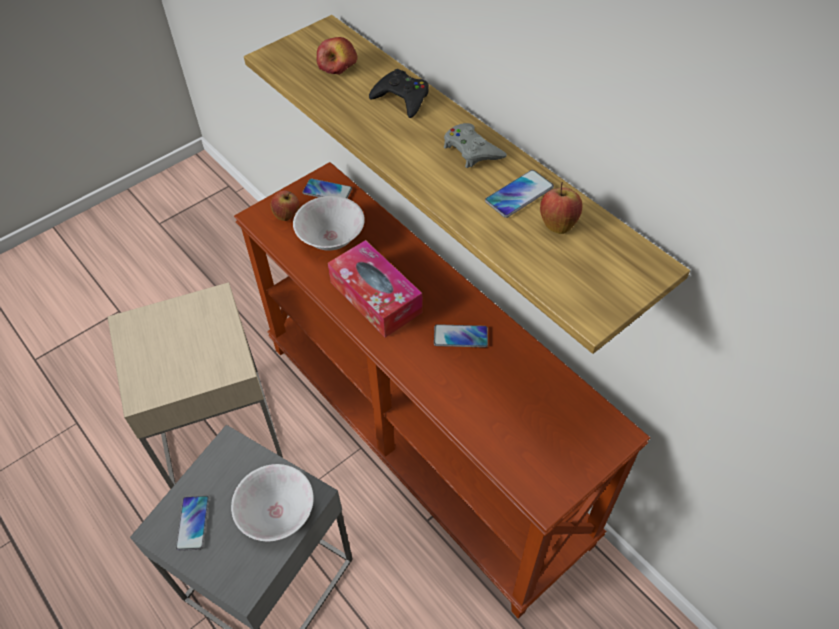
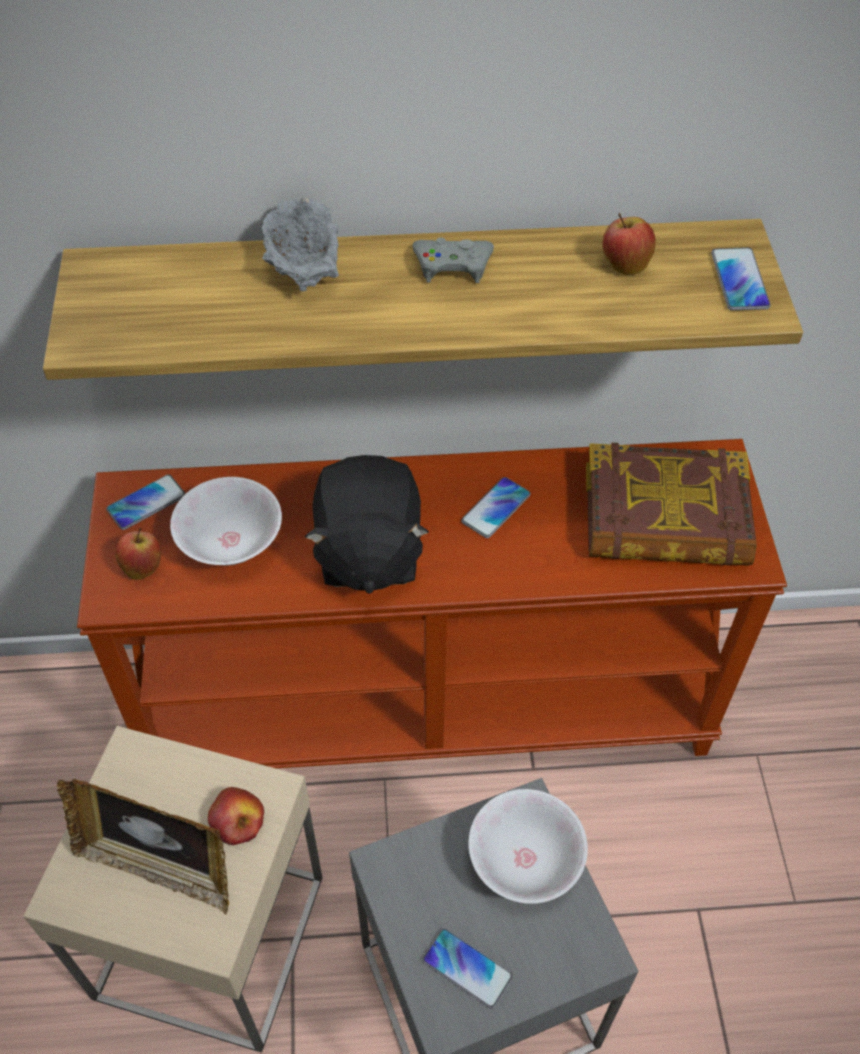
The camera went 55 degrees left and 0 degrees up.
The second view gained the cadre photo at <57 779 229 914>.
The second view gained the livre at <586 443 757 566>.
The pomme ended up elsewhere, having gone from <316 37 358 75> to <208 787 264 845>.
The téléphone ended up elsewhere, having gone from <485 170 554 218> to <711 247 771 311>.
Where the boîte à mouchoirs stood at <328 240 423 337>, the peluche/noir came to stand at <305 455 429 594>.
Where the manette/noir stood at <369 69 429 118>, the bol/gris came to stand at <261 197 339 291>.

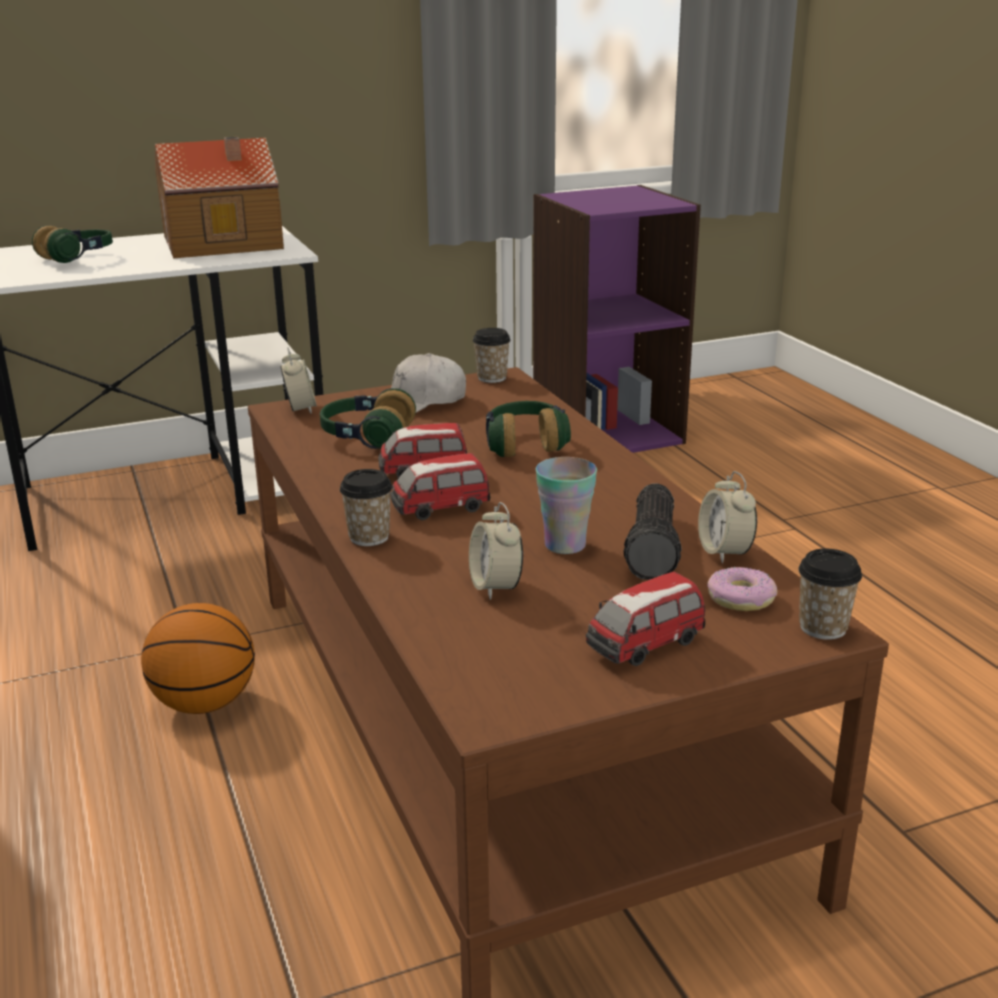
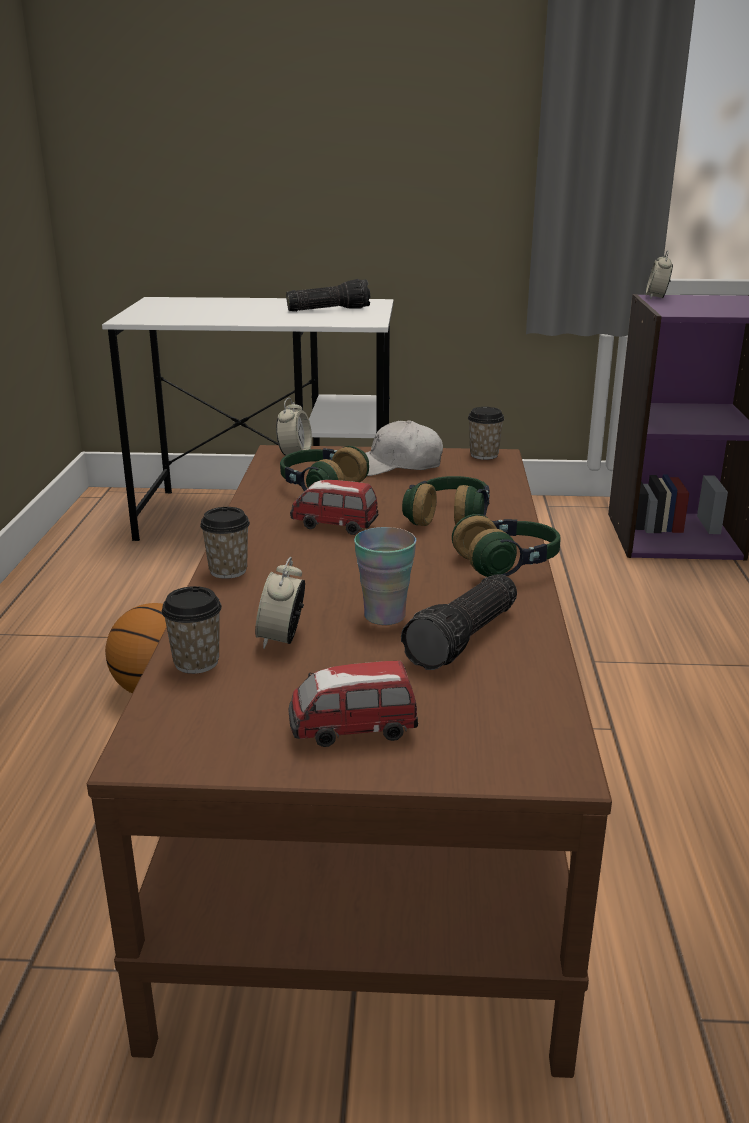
The camera went 25 degrees right and 0 degrees up.
The second view lost the petite voiture at <390 453 490 520>.
The second view lost the beignet at <708 567 777 611>.
The casque audio ended up elsewhere, having gone from <32 226 113 263> to <452 514 561 577>.
The réveil ended up elsewhere, having gone from <698 471 757 563> to <645 250 673 299>.
The tasse ended up elsewhere, having gone from <798 549 862 640> to <162 586 222 674>.
Where the maison miniature stood at <155 137 284 259>, the lampe de poche came to stand at <286 279 370 312>.

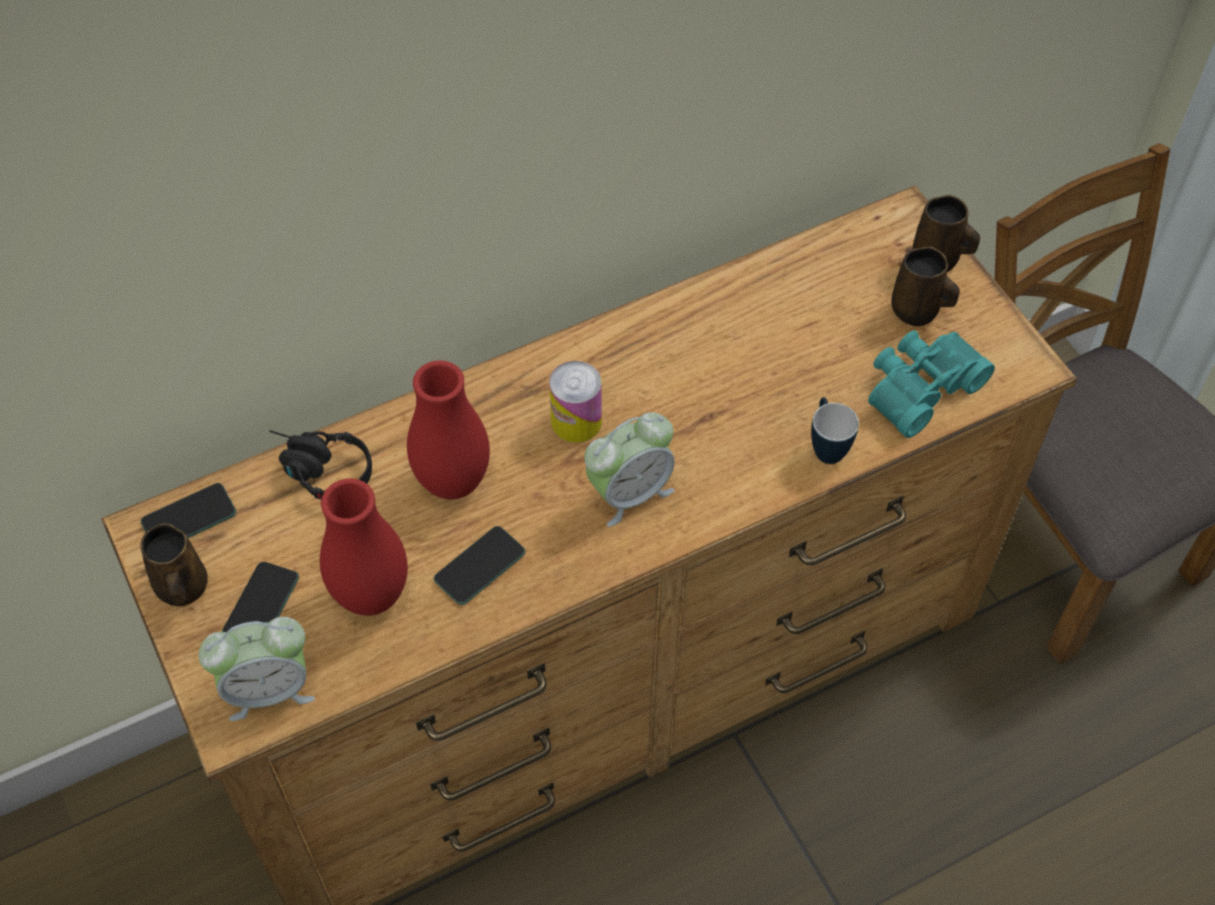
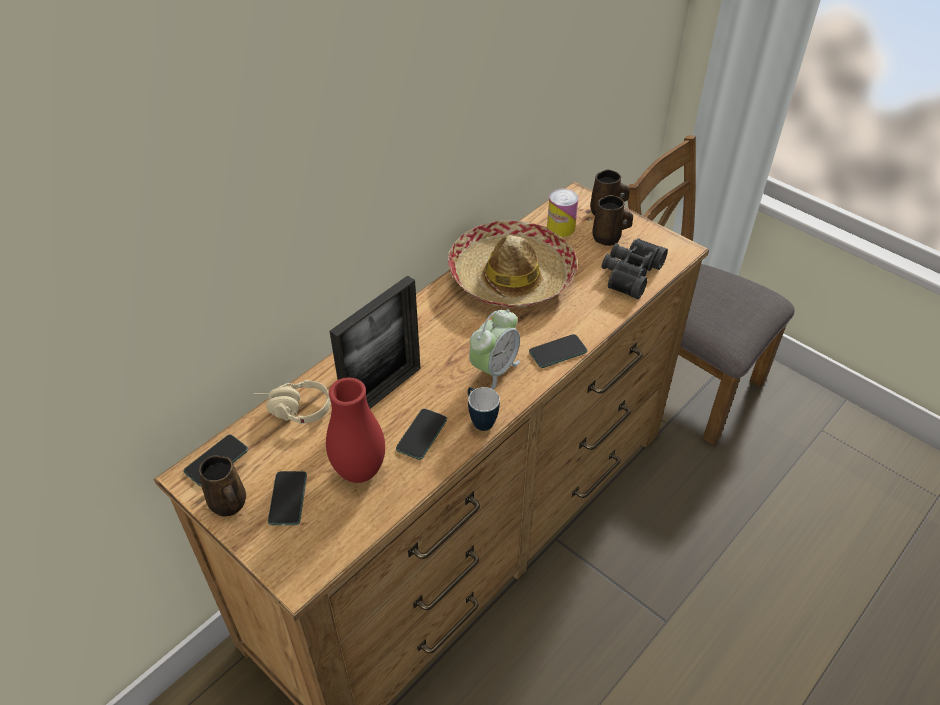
The camera went 20 degrees left and 10 degrees down.
The second view lost the réveil at <198 617 315 721>.
The second view gained the chapeau at <448 220 578 307>.
The second view gained the téléphone at <529 334 587 368>.
The boîte métallique ended up elsewhere, having gone from <549 361 602 443> to <547 189 579 237>.
The mug ended up elsewhere, having gone from <811 397 859 464> to <468 387 500 431>.
Where the vase/rouge stood at <407 360 490 500>, the cadre photo came to stand at <329 275 420 409>.
What was the casque audio/noir at <269 430 372 499> turned into the casque audio/beige at <253 380 330 424>.
What was the jumelles/turquoise at <868 330 995 438> turned into the jumelles/noir at <602 238 668 299>.

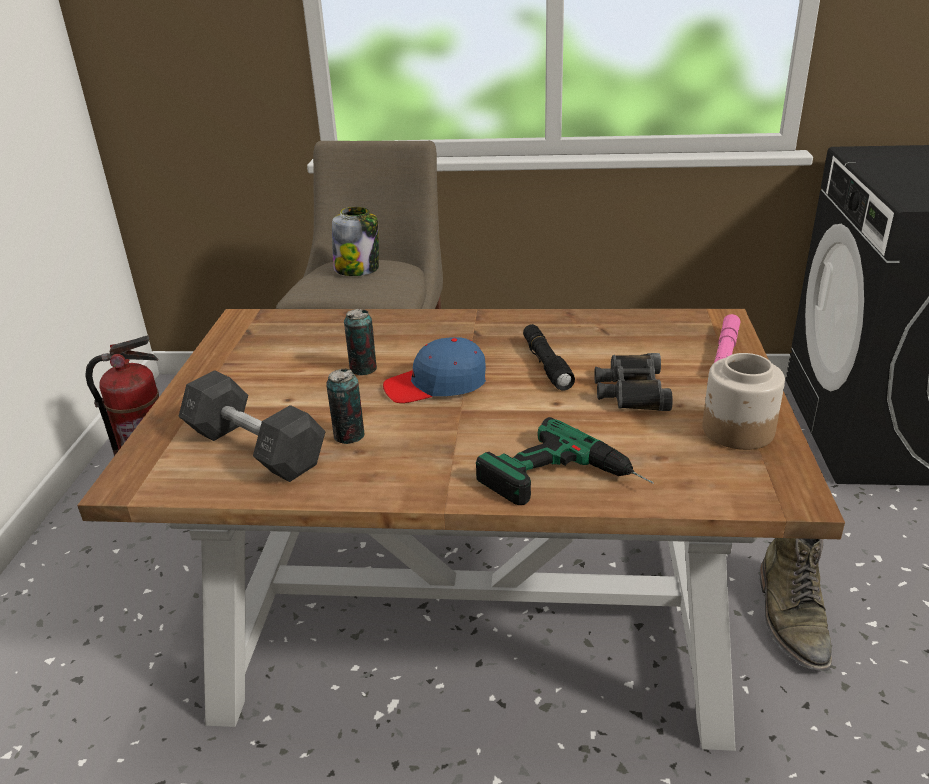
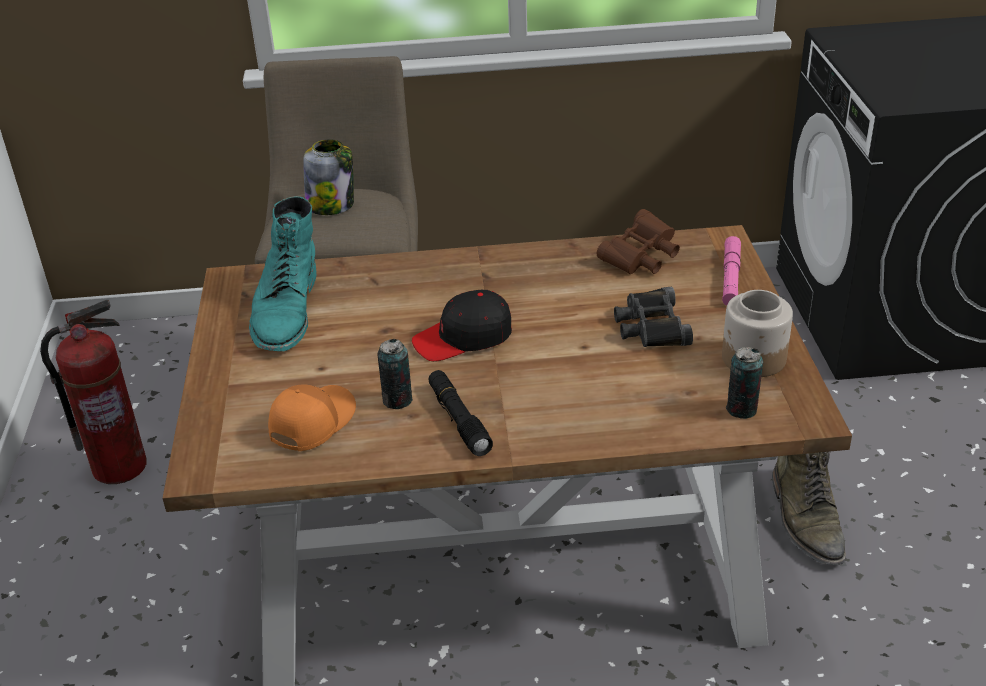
The camera went 10 degrees left and 5 degrees up.
The second view lost the perceuse at <476 417 654 505>.
The second view gained the botte/turquoise at <249 196 317 352>.
The second view gained the jumelles/marron at <597 209 680 274>.
The boîte métallique ended up elsewhere, having gone from <343 309 377 375> to <726 347 763 419>.
The lampe de poche/noir ended up elsewhere, having gone from <523 324 575 391> to <428 370 493 456>.
Where the haltère/gris stood at <178 370 326 482>, the casquette/orange came to stand at <268 385 356 451>.
What was the casquette/bleu at <383 337 486 403> turned into the casquette/noir at <412 290 512 361>.

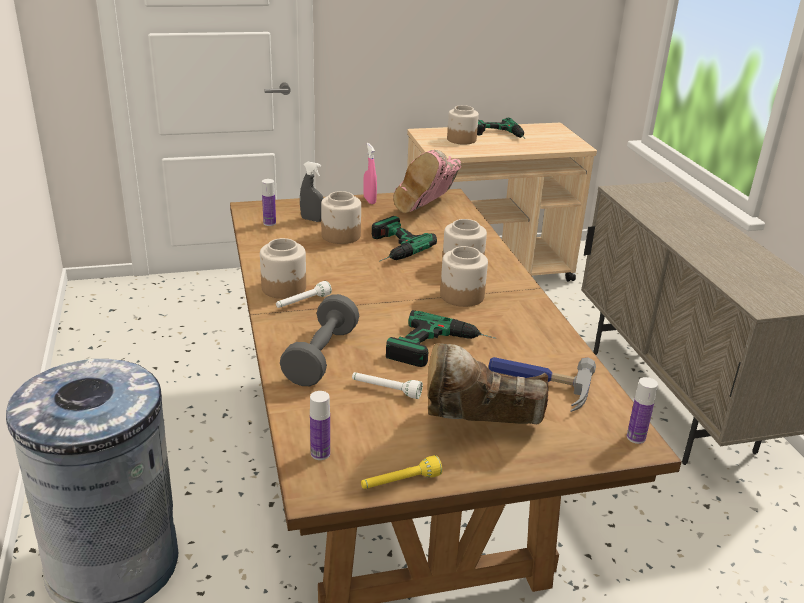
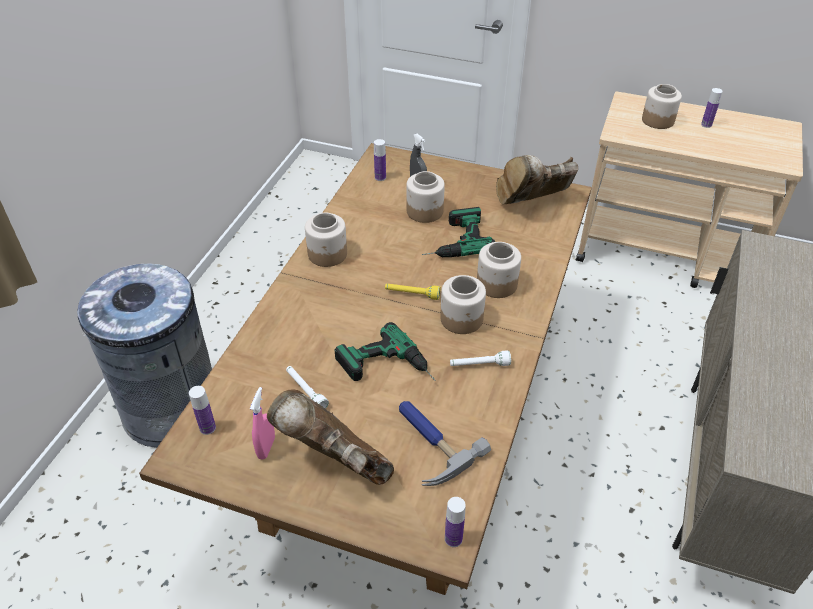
The camera went 35 degrees right and 15 degrees up.
The second view lost the haltère/gris at <280 294 359 386>.
The lampe de poche/blanc ended up elsewhere, having gone from <276 281 332 308> to <450 351 511 366>.
The lampe de poche/jaune ended up elsewhere, having gone from <361 455 442 489> to <385 283 440 300>.
The vaporisateur/rose ended up elsewhere, having gone from <363 143 377 204> to <250 387 275 460>.
Where the perceuse stood at <477 118 526 139>, the bouteille came to stand at <701 88 723 128>.
What was the botte/rose at <393 150 462 213> turned into the botte/marron at <496 155 578 205>.

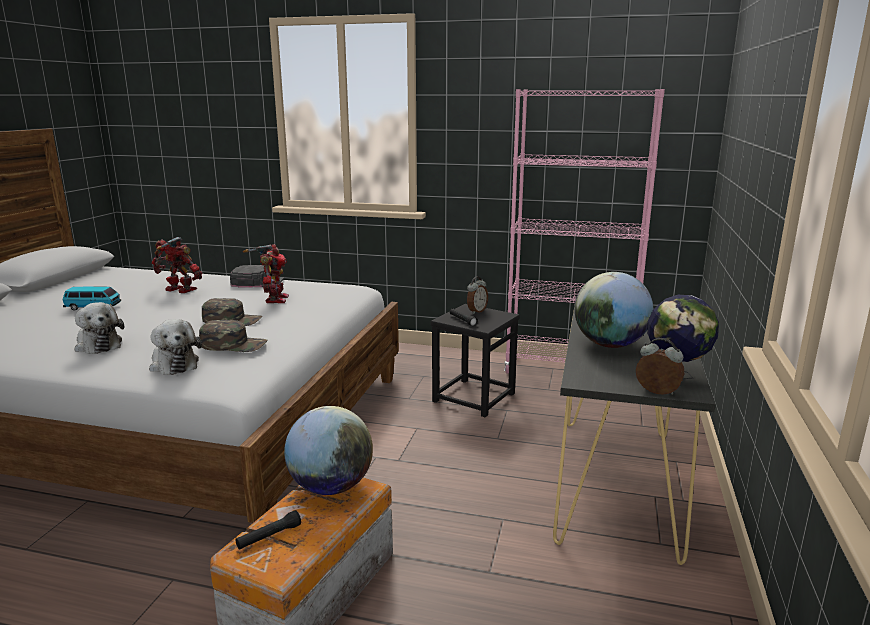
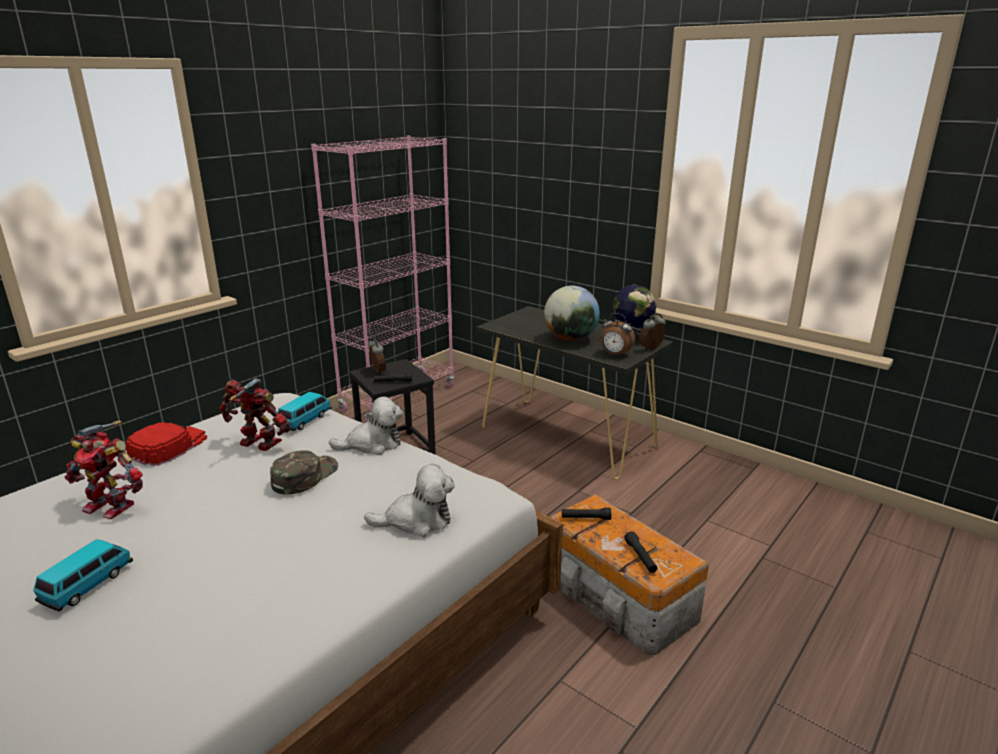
The camera went 65 degrees left and 5 degrees up.
The second view lost the casquette/vert at <199 320 267 352>.
The second view gained the petite voiture at <277 392 332 431>.
The second view gained the réveil at <601 313 635 357>.
The peluche ended up elsewhere, having gone from <75 302 124 354> to <329 396 403 455>.
Where the globe stood at <284 406 373 495>, the lampe de poche/noir came to stand at <562 508 611 520>.
What was the casquette/noir at <230 265 284 288> turned into the casquette/rouge at <126 422 207 466>.
The robot jouet at <152 237 202 293> ended up facing another way, 120 degrees counterclockwise from before.

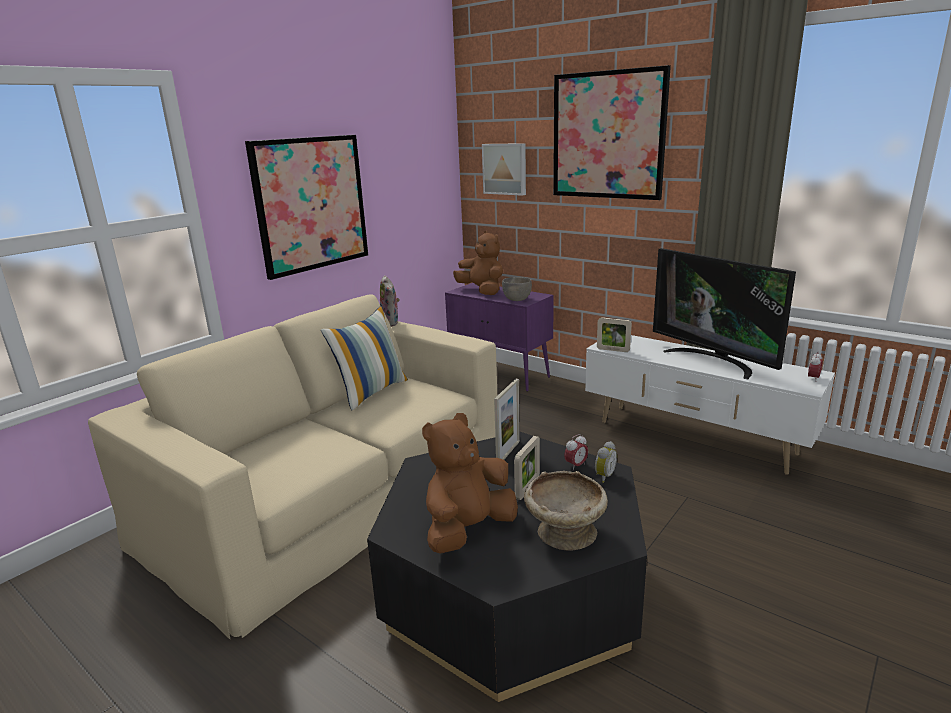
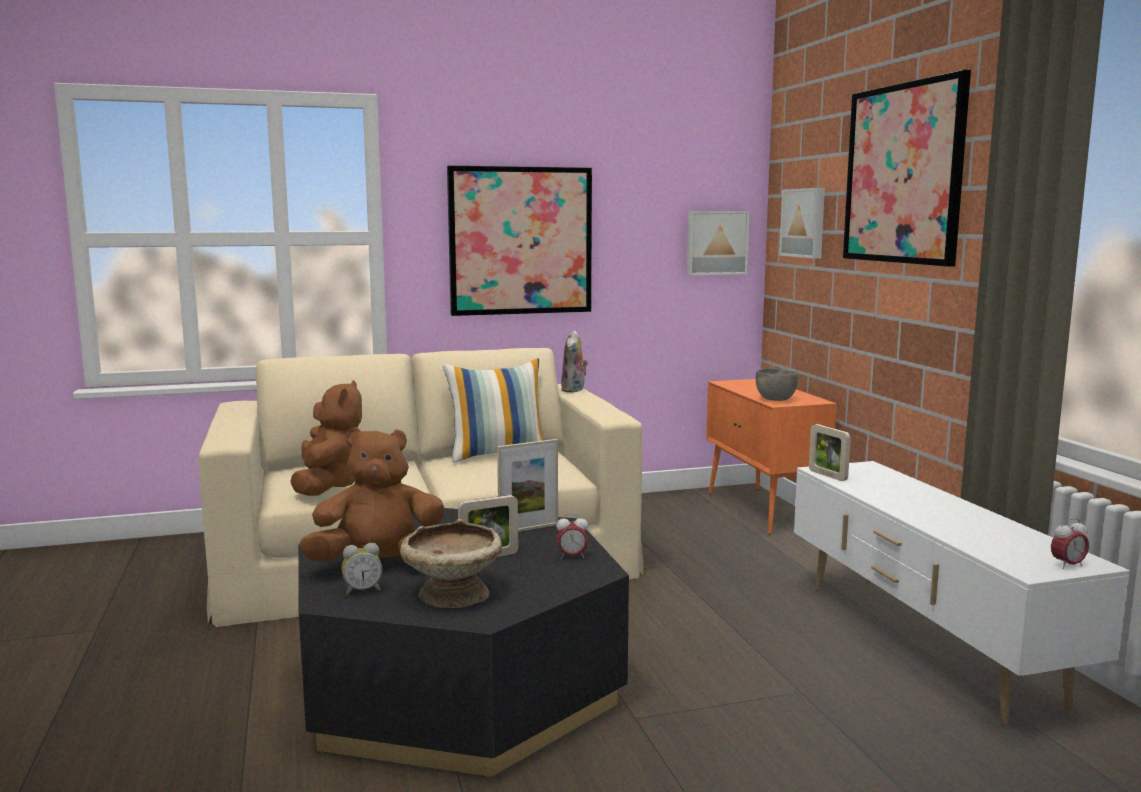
The camera went 35 degrees right and 10 degrees down.
The second view lost the téléviseur at <653 248 796 379>.
The second view gained the tableau at <687 211 750 275>.
The peluche/marron ended up elsewhere, having gone from <453 231 503 295> to <290 380 362 496>.
The réveil ended up elsewhere, having gone from <595 441 617 483> to <342 543 383 595>.
What was the meuble de rangement/violet at <445 283 554 392> turned into the meuble de rangement/orange at <706 379 837 535>.

